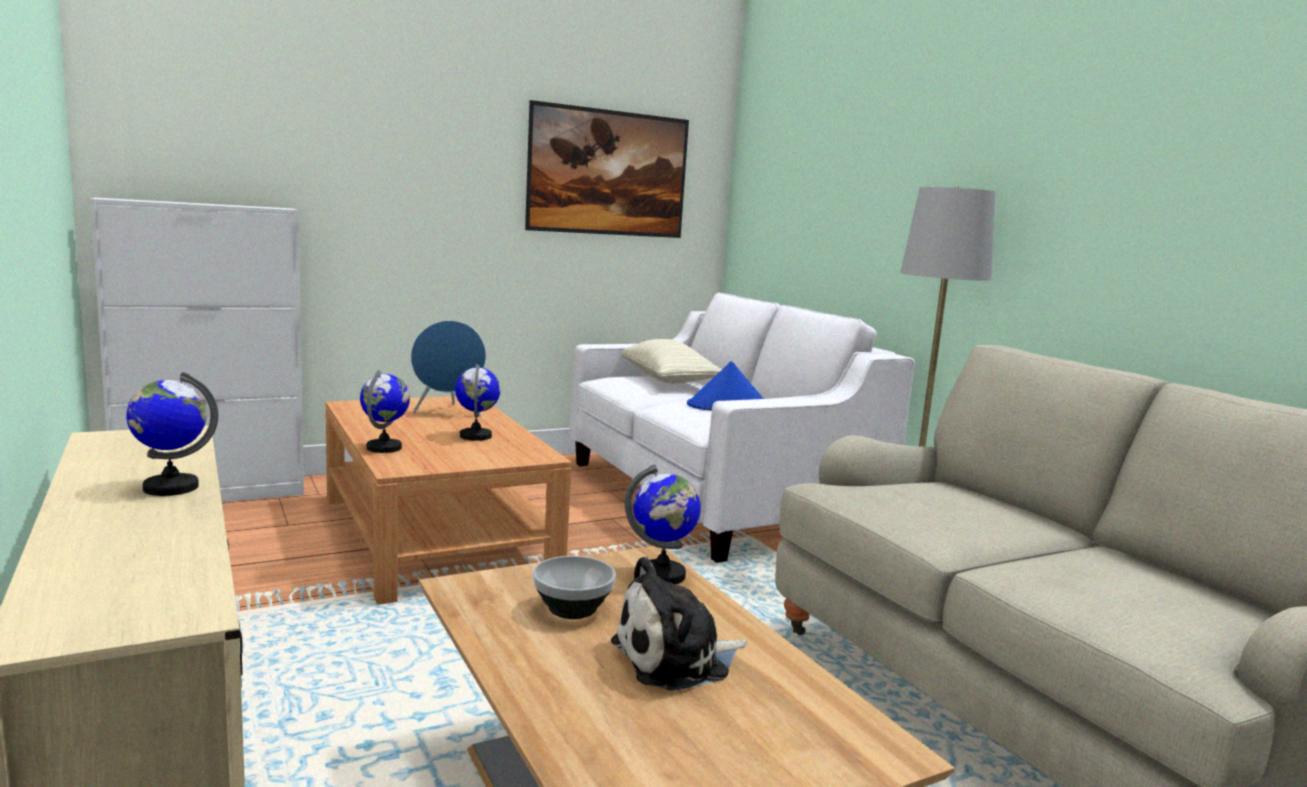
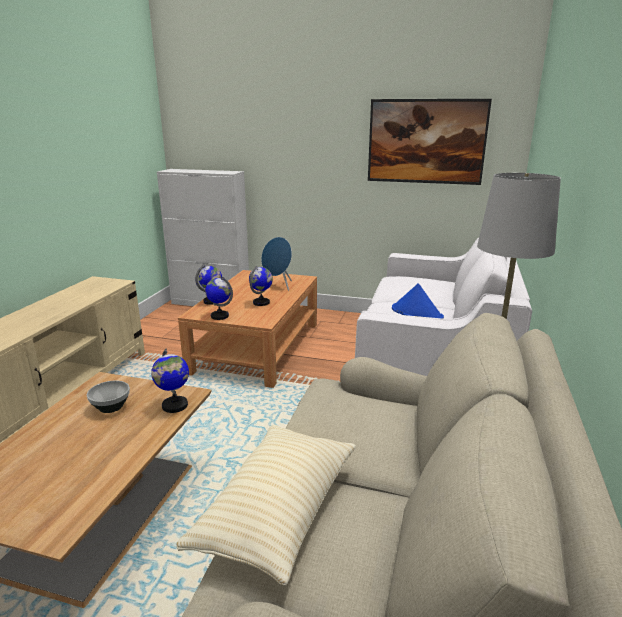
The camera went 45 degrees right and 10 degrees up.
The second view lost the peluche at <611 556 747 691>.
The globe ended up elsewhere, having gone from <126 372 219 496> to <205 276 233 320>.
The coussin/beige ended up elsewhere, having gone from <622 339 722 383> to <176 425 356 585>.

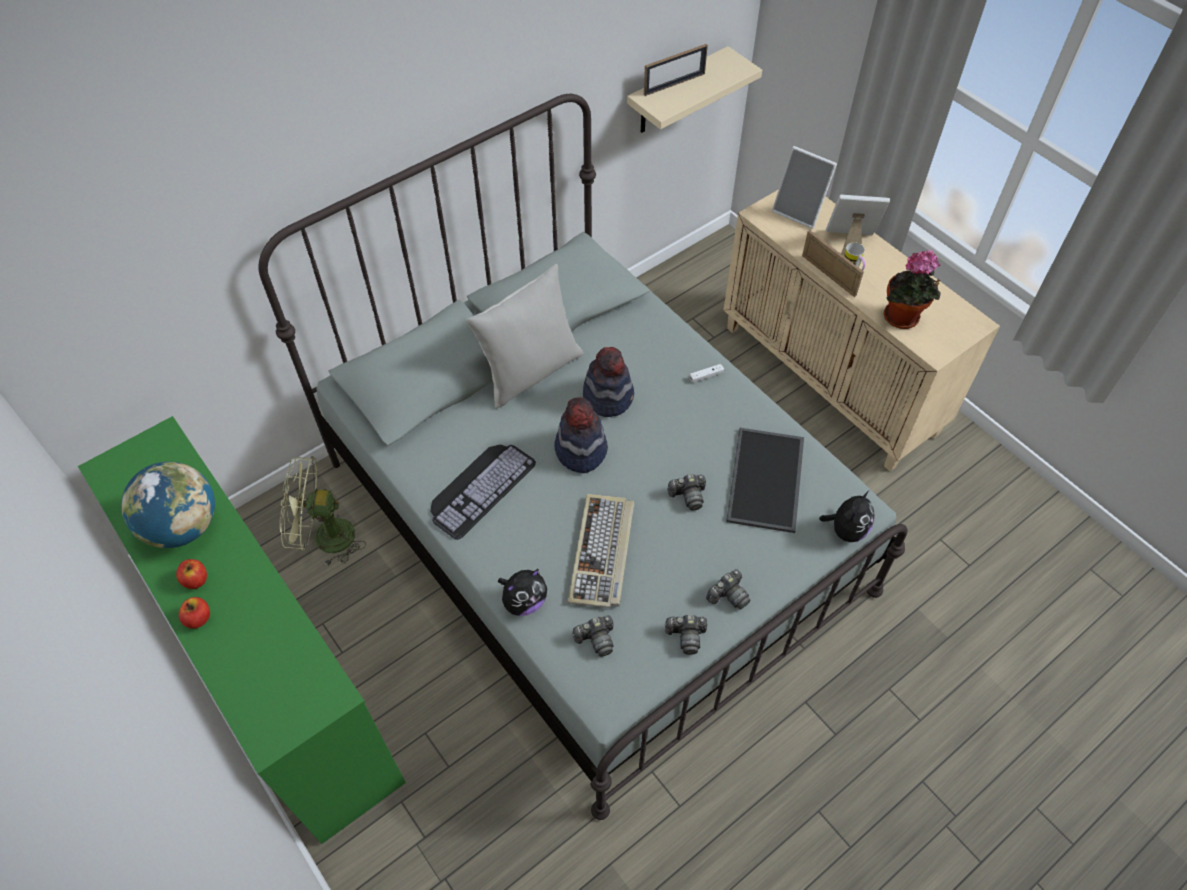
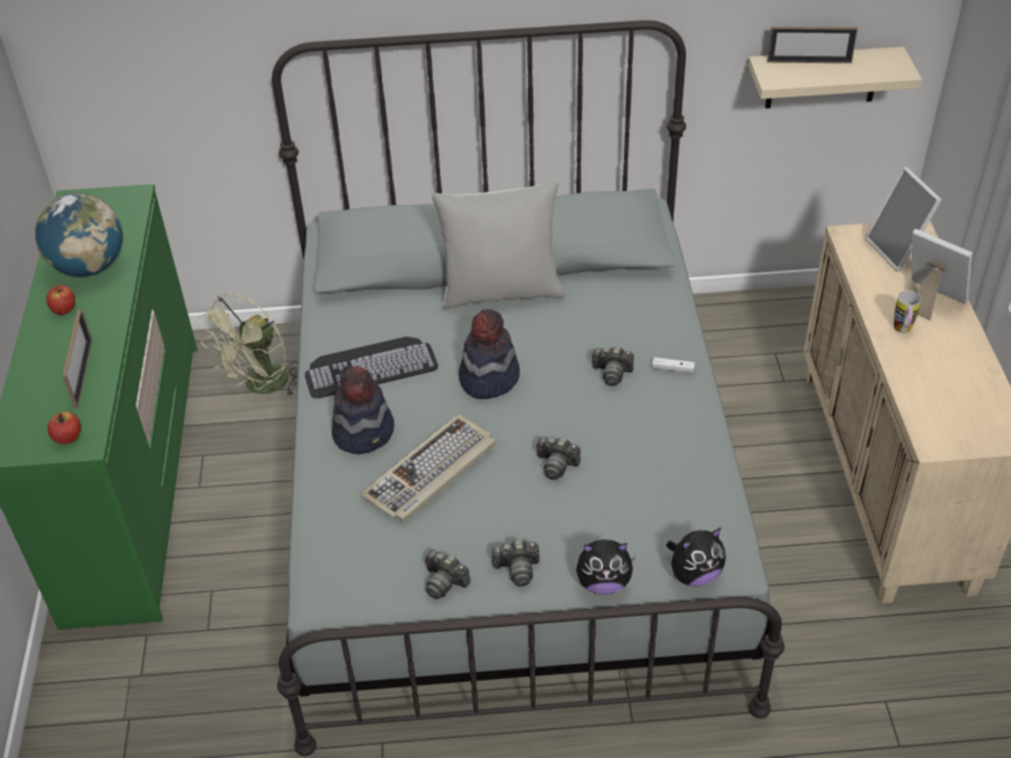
The camera went 35 degrees right and 10 degrees down.
The second view lost the plateau at <726 428 804 533>.
The second view lost the plante en pot at <884 250 941 329>.
The pomme ended up elsewhere, having gone from <179 597 210 629> to <48 412 81 444>.
The peluche ended up elsewhere, having gone from <498 569 547 616> to <576 539 636 595>.
The appareil photo ended up elsewhere, having gone from <573 615 614 657> to <591 346 634 386>.
The chapeau ended up elsewhere, having gone from <583 347 634 417> to <332 366 394 454>.
The cadre photo ended up elsewhere, having gone from <802 230 864 297> to <62 309 92 408>.
The ventilateur/vert at <280 456 366 567> ended up facing another way, 90 degrees counterclockwise from before.

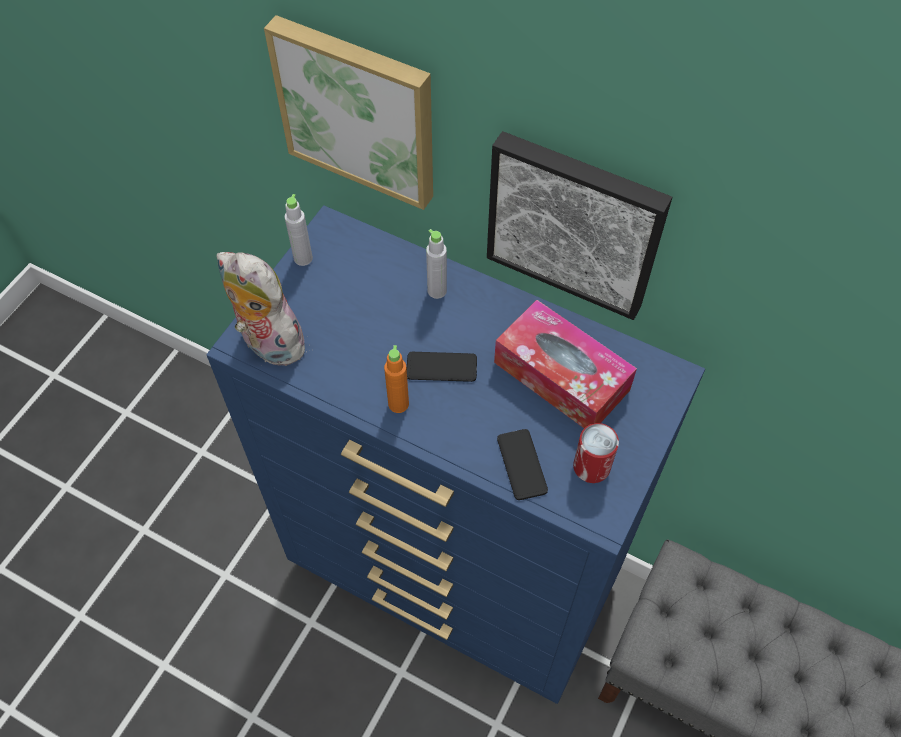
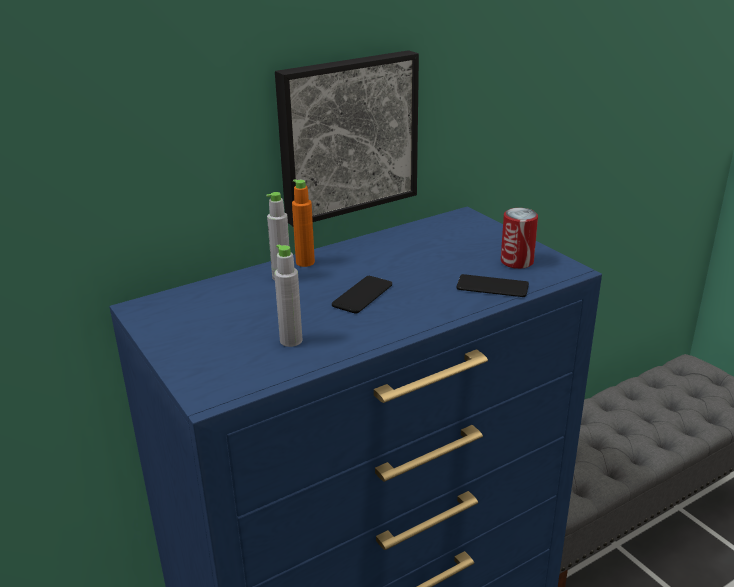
The camera went 60 degrees left and 30 degrees down.
The second view lost the peluche at <217 252 305 366>.
The second view lost the tableau at <264 15 433 210>.
The second view lost the boîte à mouchoirs at <494 300 637 428>.
The bouteille/gris ended up elsewhere, having gone from <285 194 313 266> to <274 244 302 347>.
The bouteille/orange ended up elsewhere, having gone from <384 345 409 413> to <292 179 315 267>.

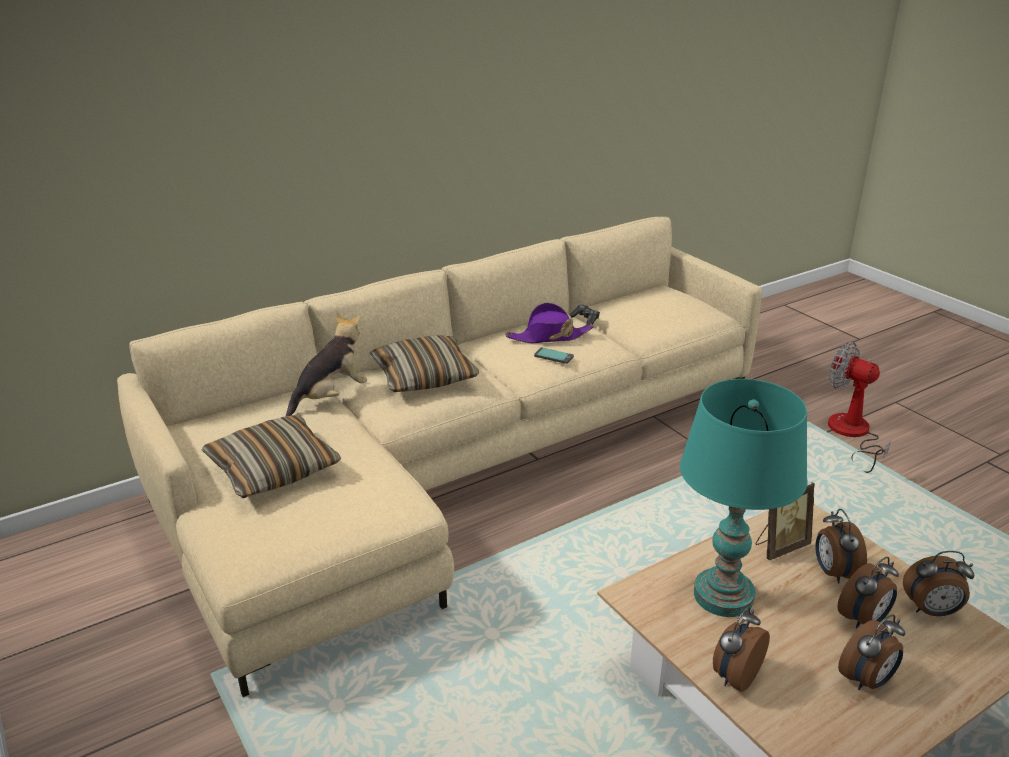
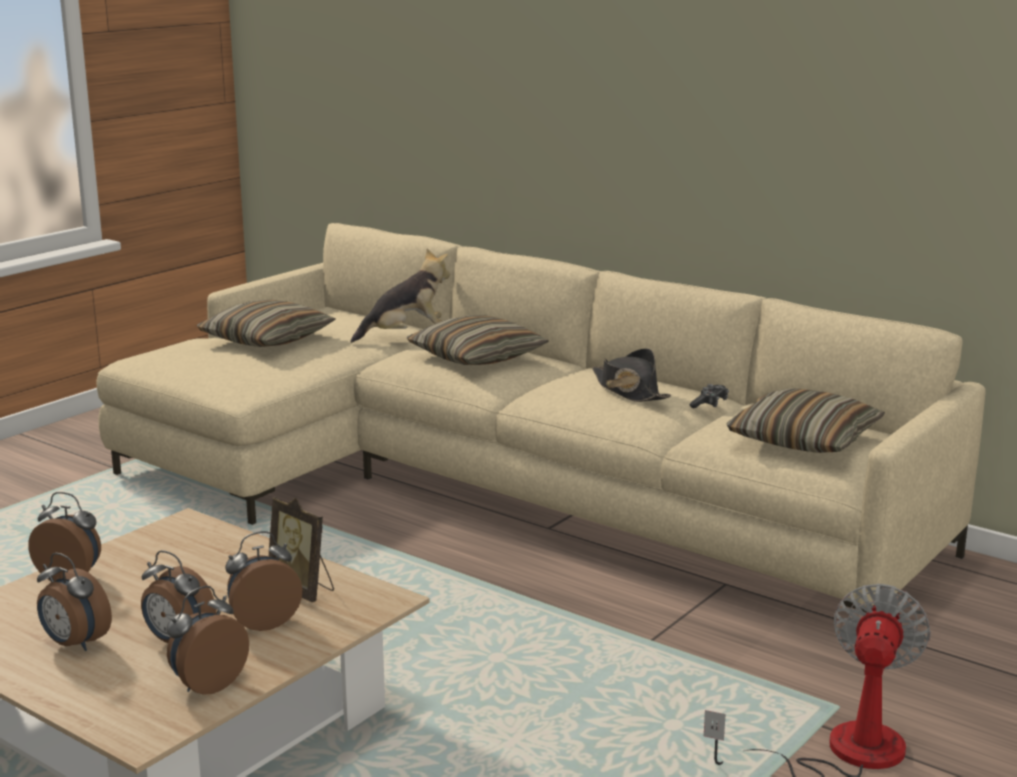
The camera went 70 degrees right and 10 degrees down.
The second view lost the téléphone at <534 348 574 364>.
The second view lost the lampe de table/turquoise at <680 379 807 617>.
The second view gained the coussin at <726 388 885 453>.
What was the chapeau/violet at <505 303 594 343> turned into the chapeau/noir at <593 348 671 402>.
The peluche at <286 313 367 416> ended up facing another way, 45 degrees counterclockwise from before.
The réveil at <903 551 974 616> ended up facing another way, 60 degrees clockwise from before.

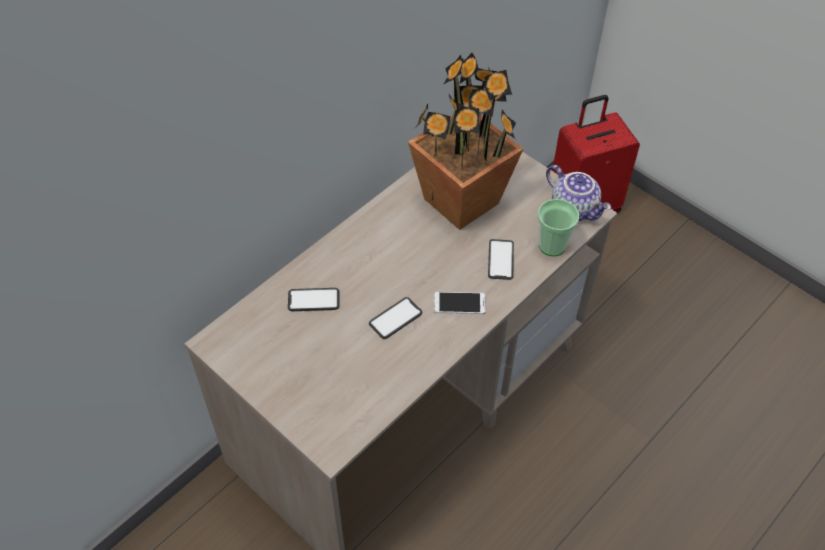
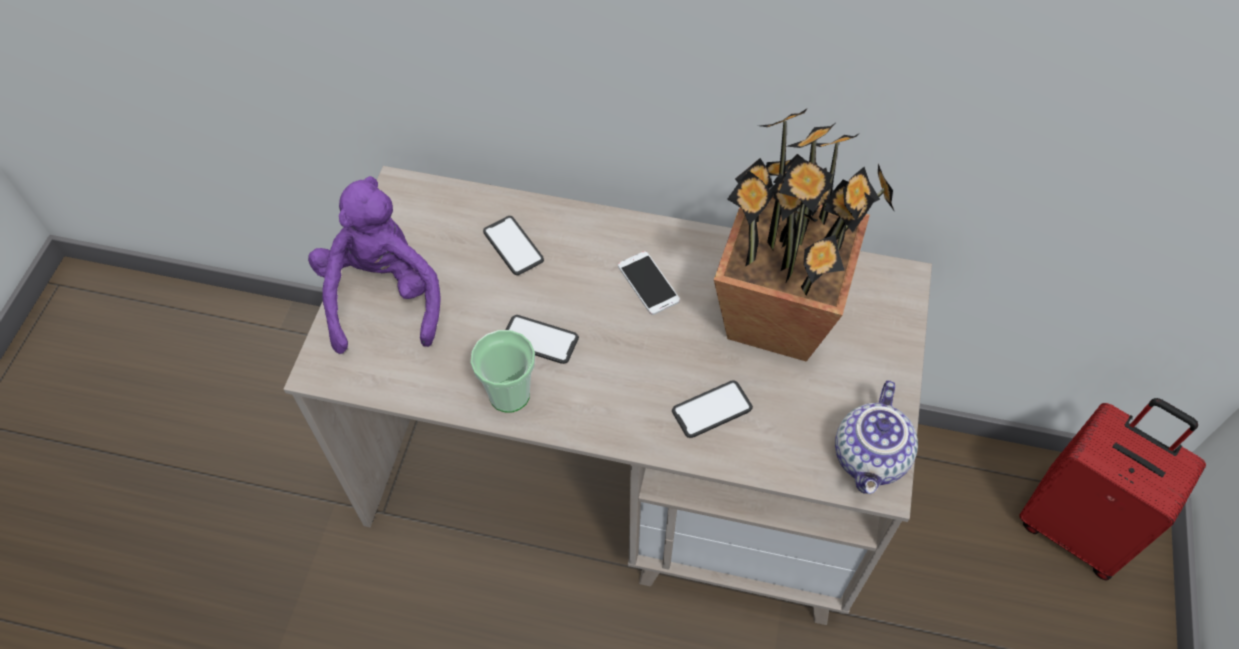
The camera went 60 degrees right and 5 degrees up.
The second view gained the peluche/violet at <308 176 440 354>.
The téléphone ended up elsewhere, having gone from <434 292 486 314> to <618 251 680 315>.
The tasse ended up elsewhere, having gone from <538 199 579 256> to <470 330 535 413>.

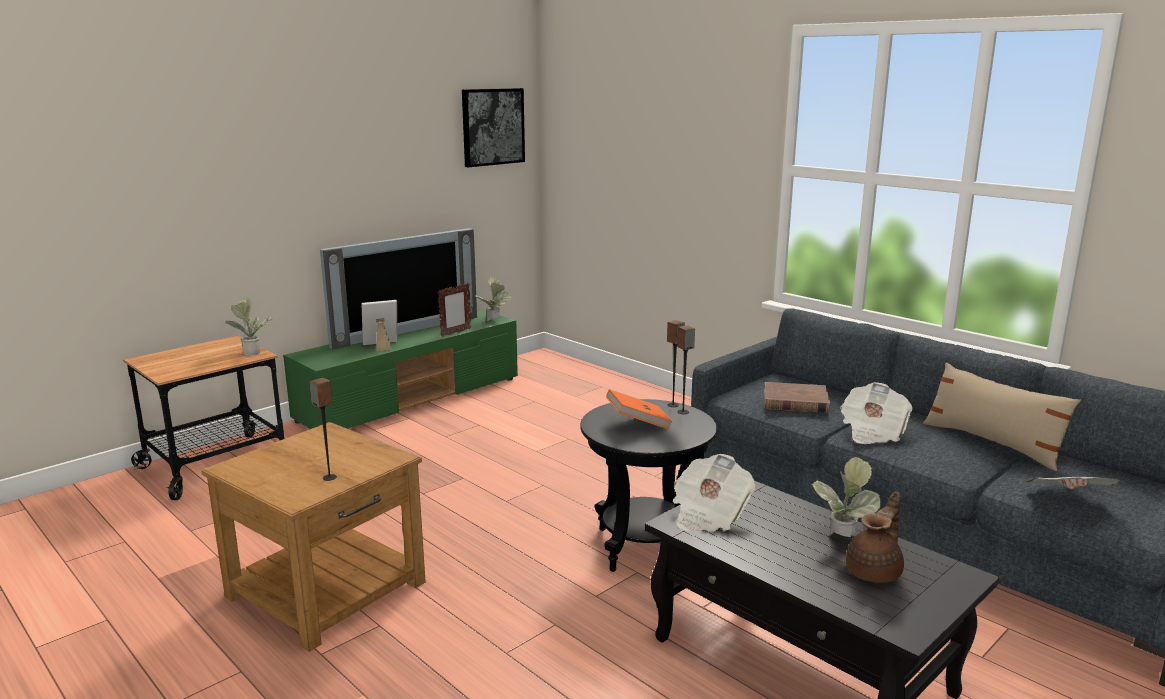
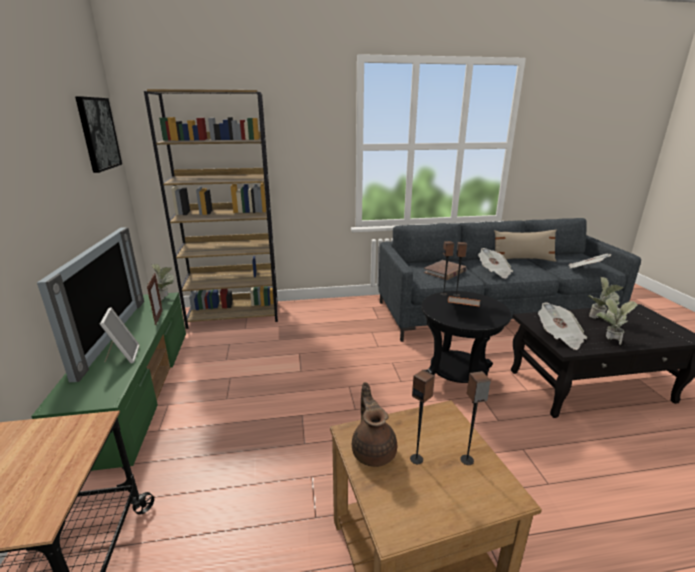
The camera went 55 degrees left and 5 degrees up.
The second view gained the bibliothèque/marron at <144 89 278 329>.
The second view gained the enceinte at <410 370 435 464>.
The plante en pot ended up elsewhere, having gone from <225 298 273 356> to <596 298 637 345>.
The théière/marron ended up elsewhere, having gone from <846 491 904 583> to <352 382 397 467>.
The cadre photo at <361 300 397 352> ended up facing another way, 150 degrees clockwise from before.

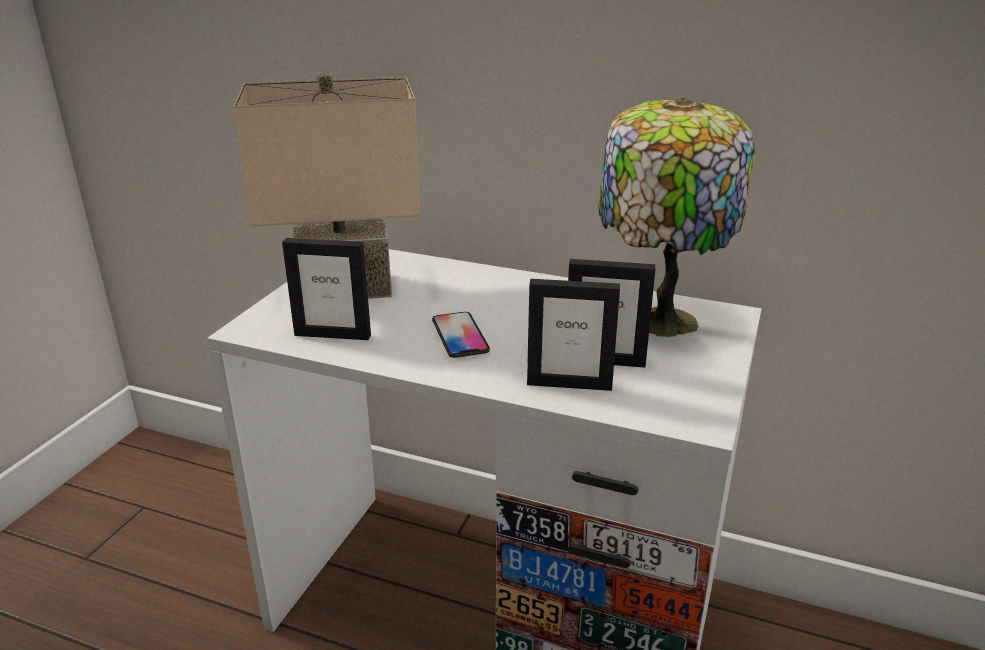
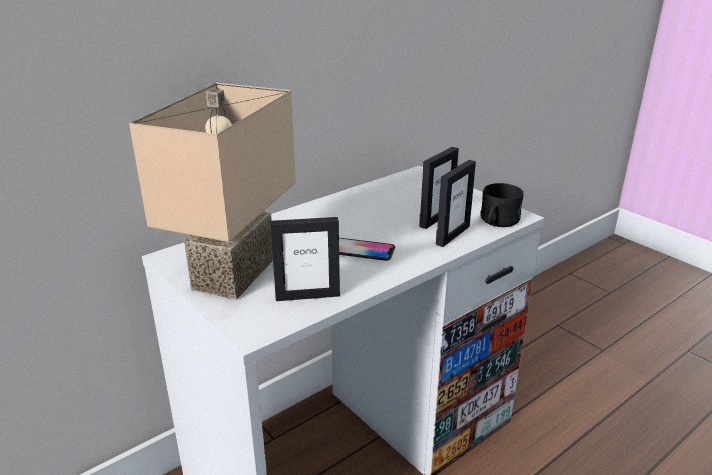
The camera went 60 degrees left and 0 degrees up.
The second view lost the lampe de table at <598 98 755 337>.
The second view gained the mug/noir at <481 183 524 227>.
The cadre photo at <282 238 371 340> ended up facing another way, 45 degrees clockwise from before.

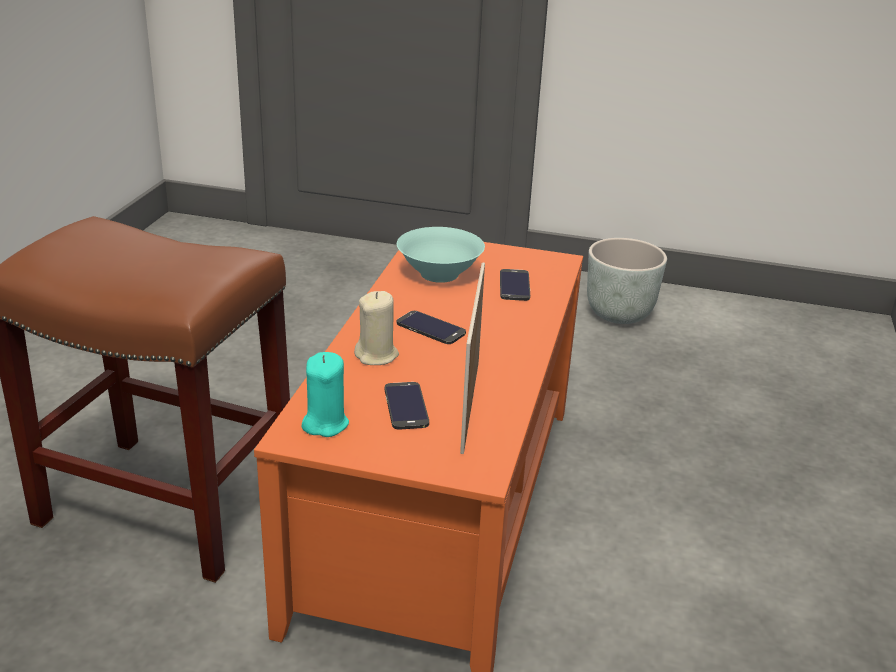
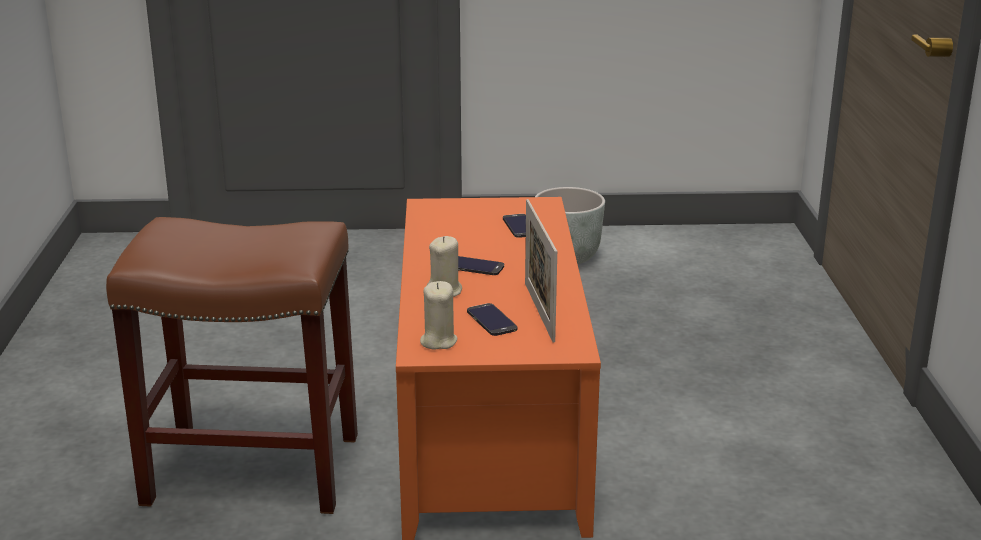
The camera went 15 degrees left and 5 degrees down.
The second view lost the bol/turquoise at <397 227 485 283>.
What was the bougie/turquoise at <302 352 349 437> turned into the bougie/beige at <420 281 457 350>.

